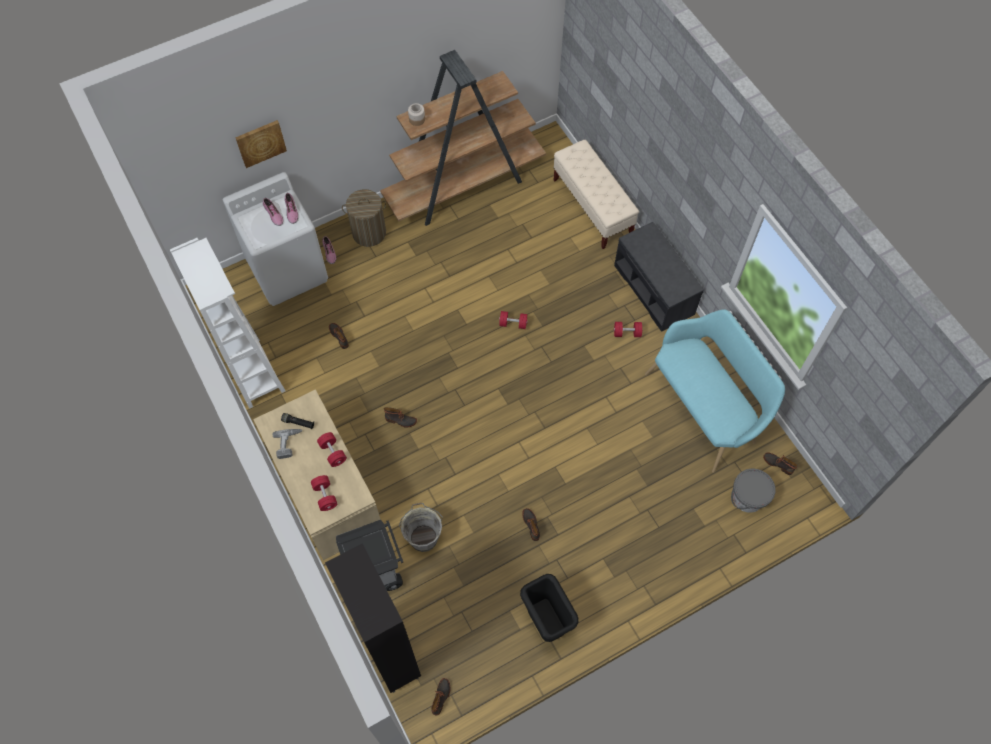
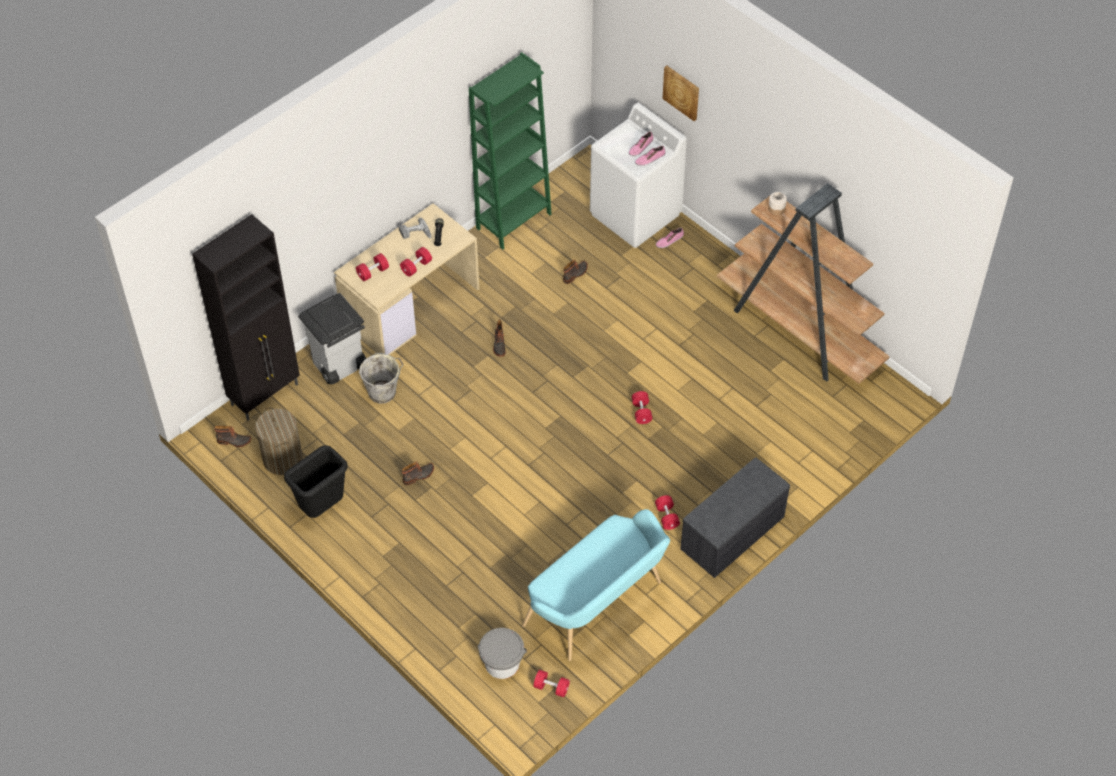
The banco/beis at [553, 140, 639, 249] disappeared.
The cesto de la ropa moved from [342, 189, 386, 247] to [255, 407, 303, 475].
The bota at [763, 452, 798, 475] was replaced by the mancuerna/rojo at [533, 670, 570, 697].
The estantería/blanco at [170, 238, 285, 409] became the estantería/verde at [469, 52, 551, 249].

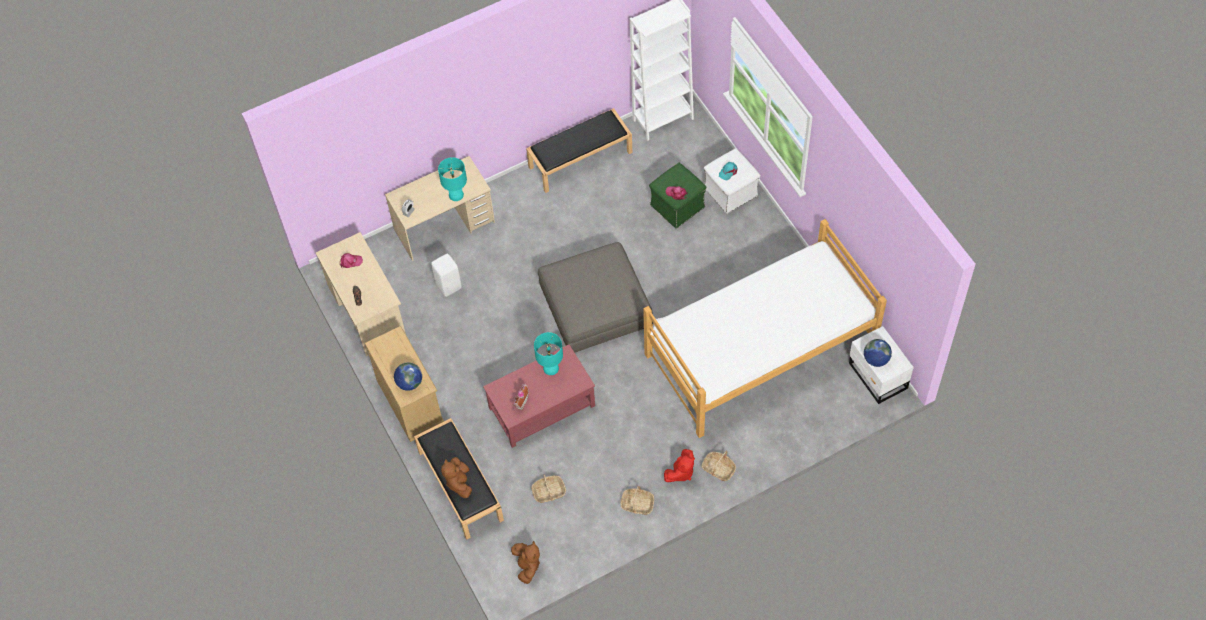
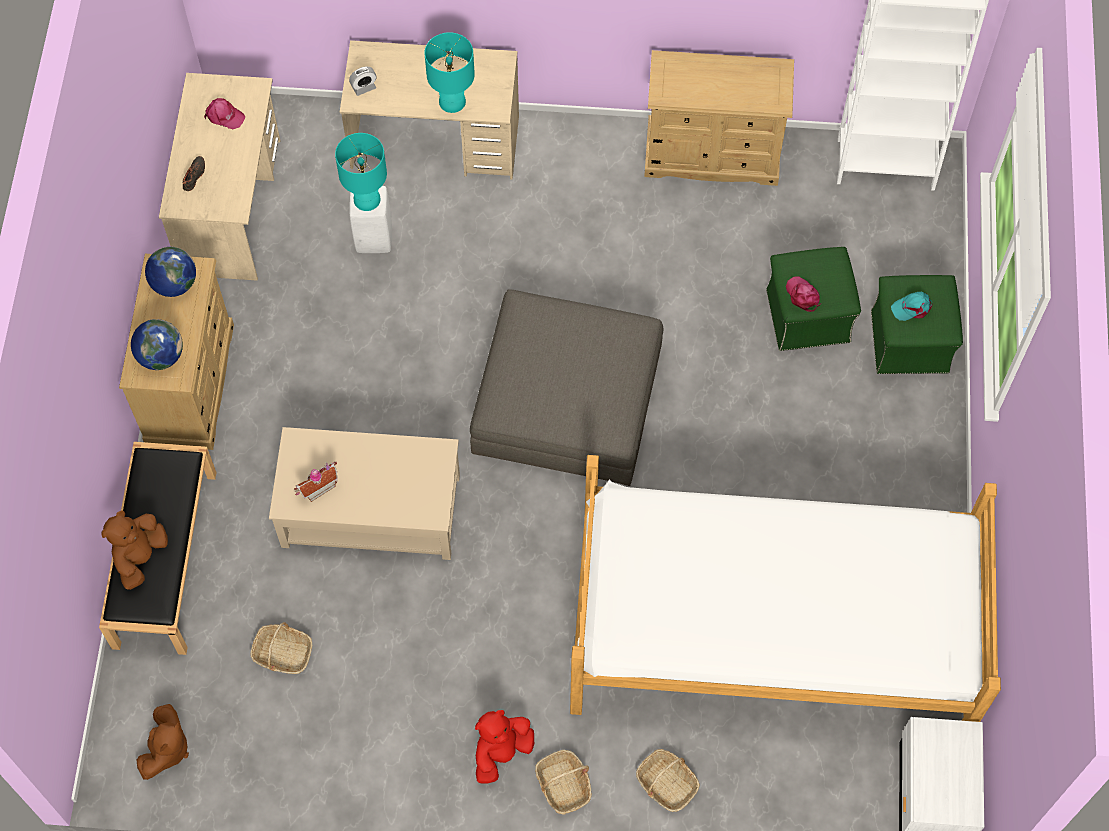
The lámpara de mesa/turquesa moved from [534, 332, 563, 375] to [335, 133, 387, 211].
The cesta moved from [620, 486, 654, 515] to [636, 749, 700, 812].
The globo terráqueo moved from [864, 339, 892, 367] to [145, 247, 196, 297].
The banco/negro at [526, 108, 632, 193] was replaced by the cómoda/beis at [644, 50, 794, 186].
The mesa de centro/rojo at [483, 345, 595, 448] became the mesa de centro/beis at [269, 427, 460, 560].
The puf/blanco at [704, 148, 760, 214] became the puf/verde at [871, 275, 963, 374].
The peluche/rojo at [664, 449, 695, 482] turned 150 degrees clockwise.

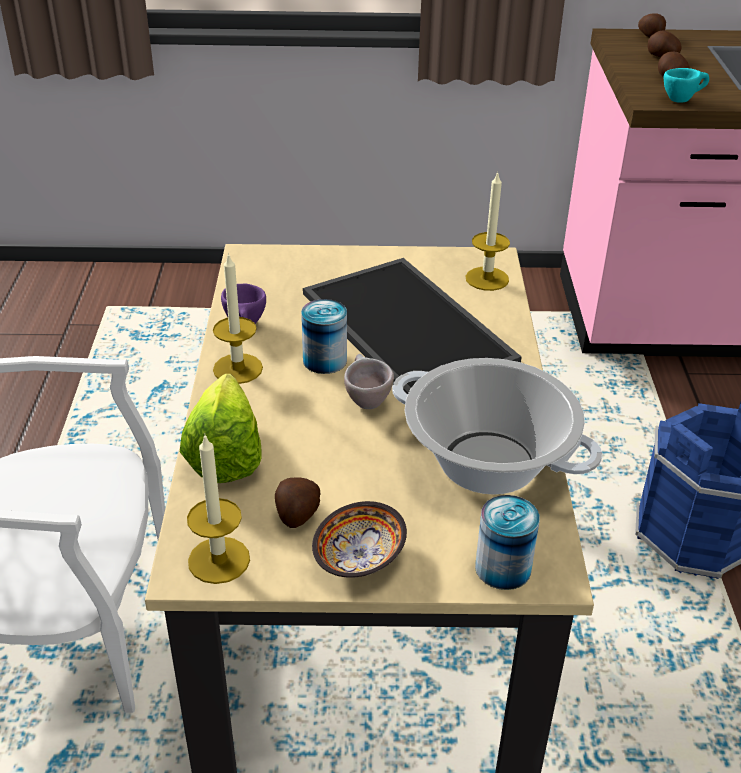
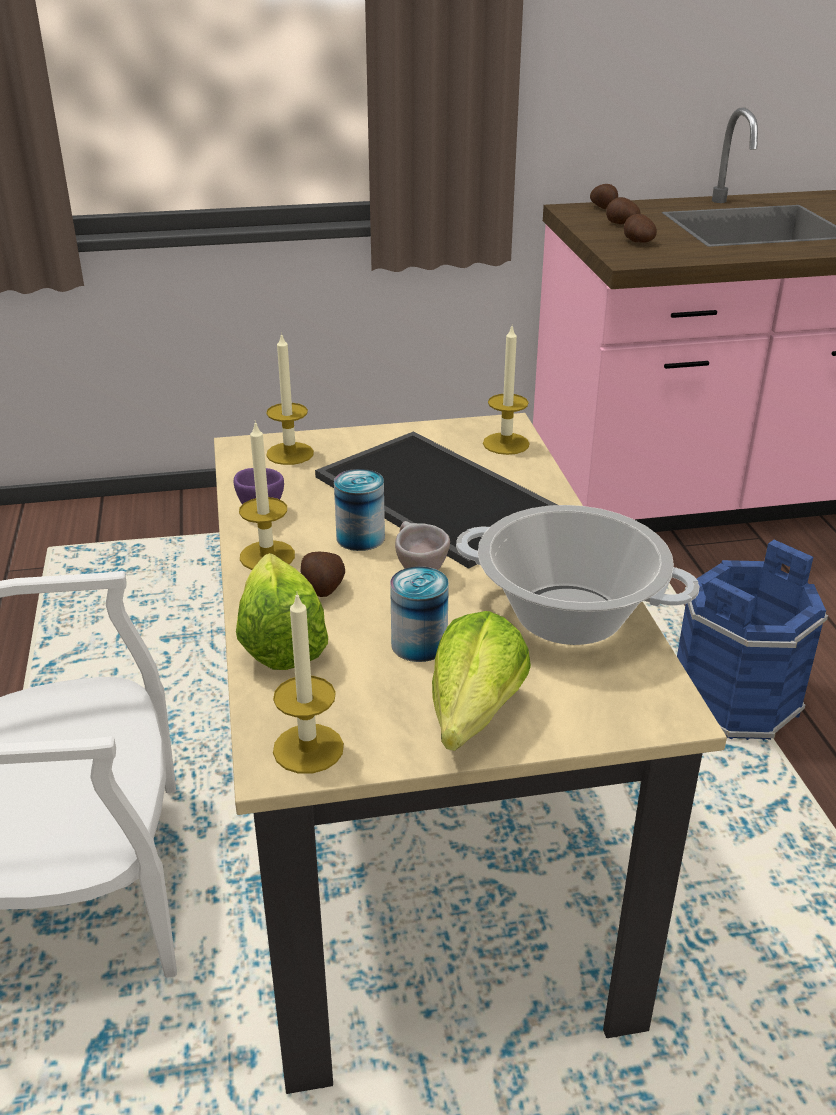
The taza/turquesa at [664, 68, 709, 102] disappeared.
The vela at [266, 332, 314, 465] appeared.
The patata moved from [275, 477, 320, 528] to [300, 552, 345, 597].
The lata moved from [475, 495, 540, 590] to [390, 566, 449, 662].
The cuenco at [312, 501, 407, 578] was replaced by the lechuga at [432, 611, 531, 751].

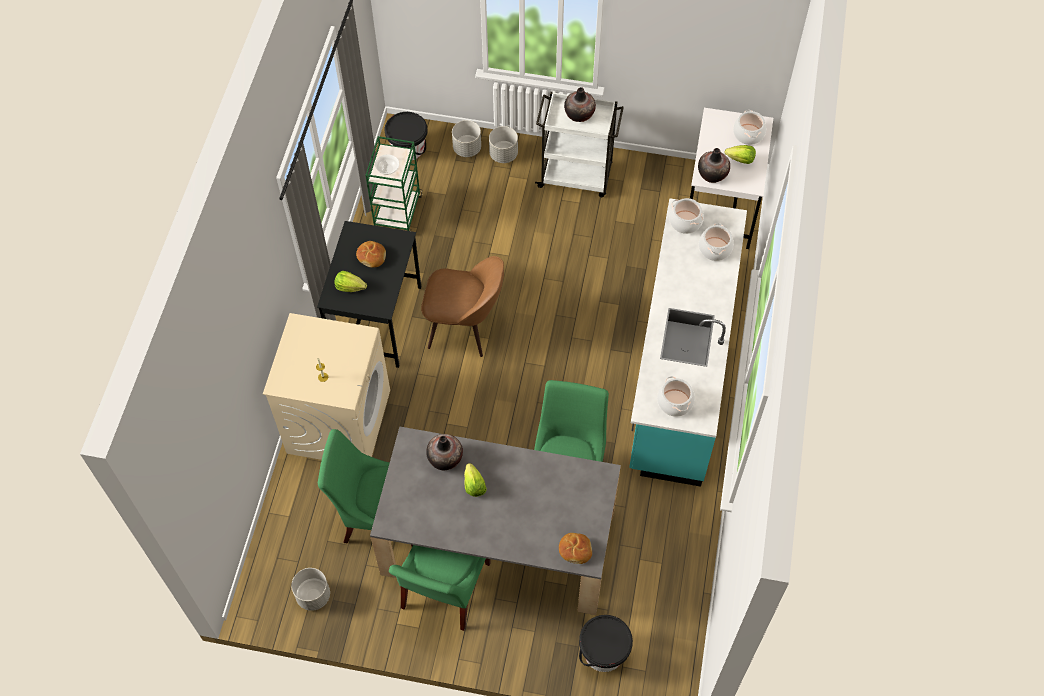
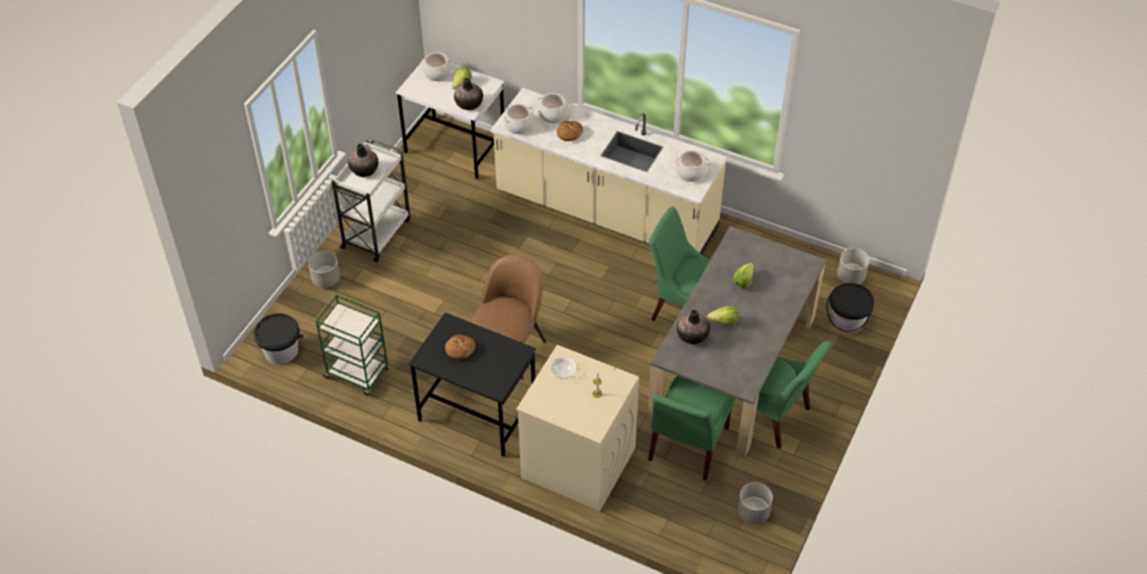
The lechuga moved from [334, 271, 367, 292] to [733, 263, 754, 289].
The cuenco moved from [375, 154, 399, 175] to [550, 357, 576, 379].
The maceta/gris moved from [452, 120, 481, 157] to [837, 248, 869, 284].
The pan moved from [559, 533, 592, 564] to [557, 121, 583, 141].
The mueble bajo de cocina/turquesa at [629, 198, 747, 487] became the mueble bajo de cocina/beis at [490, 88, 728, 254].

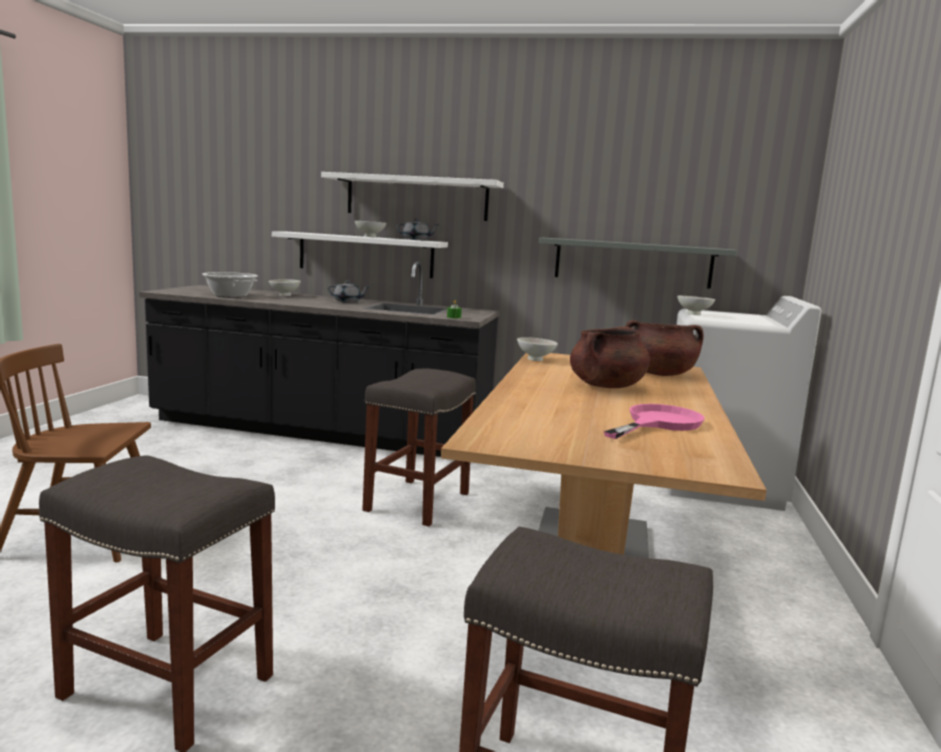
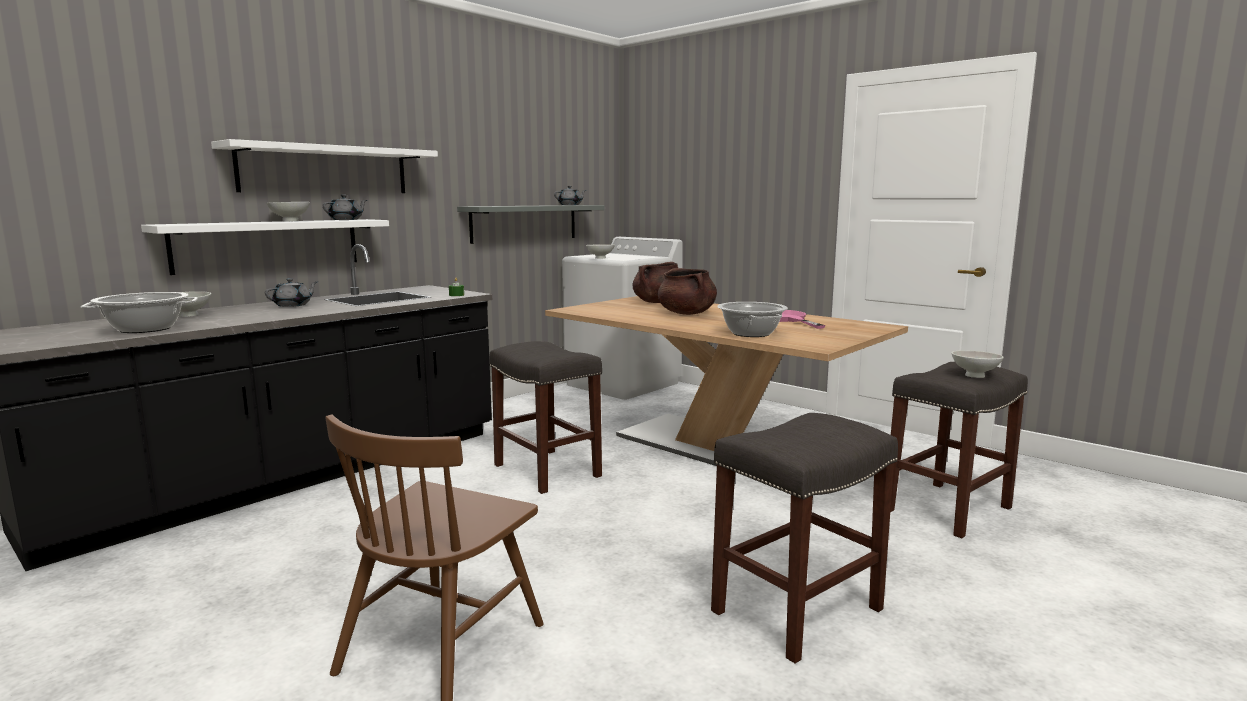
The tetera/gris at [554, 186, 586, 205] appeared.
The olla at [717, 302, 788, 337] appeared.
The cuenco/blanco moved from [517, 337, 558, 361] to [951, 350, 1004, 378].

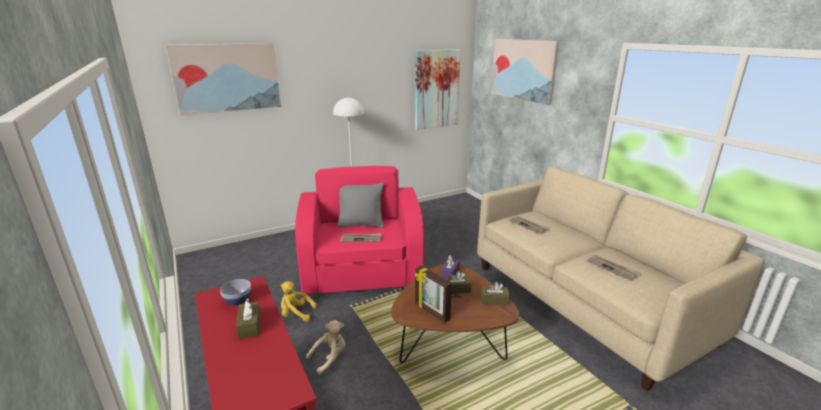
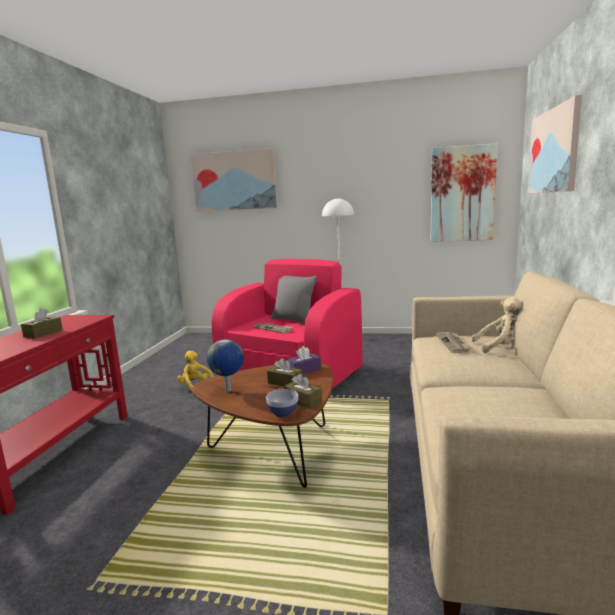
The periódico at [586, 255, 641, 281] disappeared.
The cuenco moved from [220, 279, 251, 306] to [266, 389, 298, 417].
The peluche/beis moved from [306, 320, 345, 374] to [472, 297, 522, 353].
The portarretratos at [414, 266, 452, 323] was replaced by the globo terráqueo at [207, 339, 244, 392].

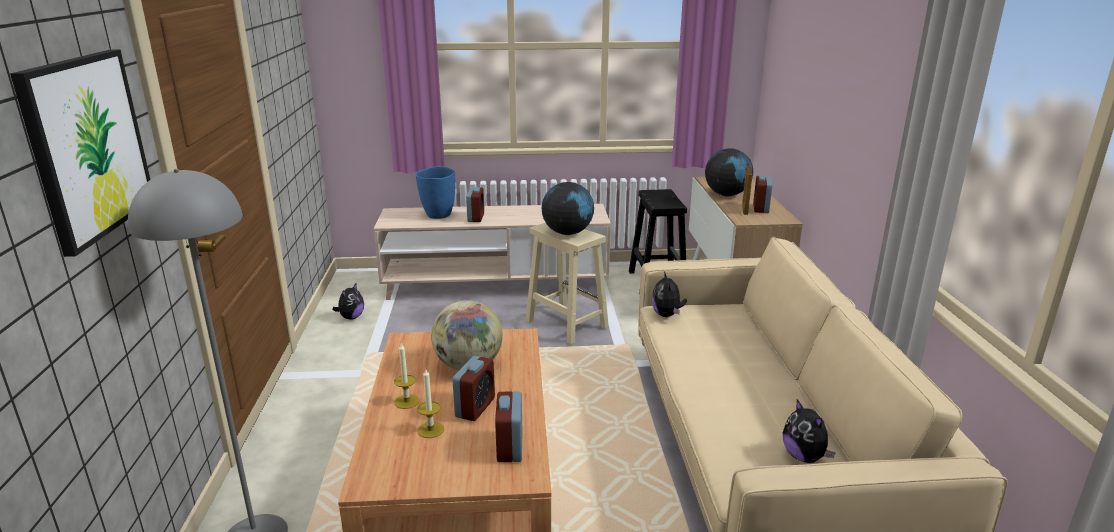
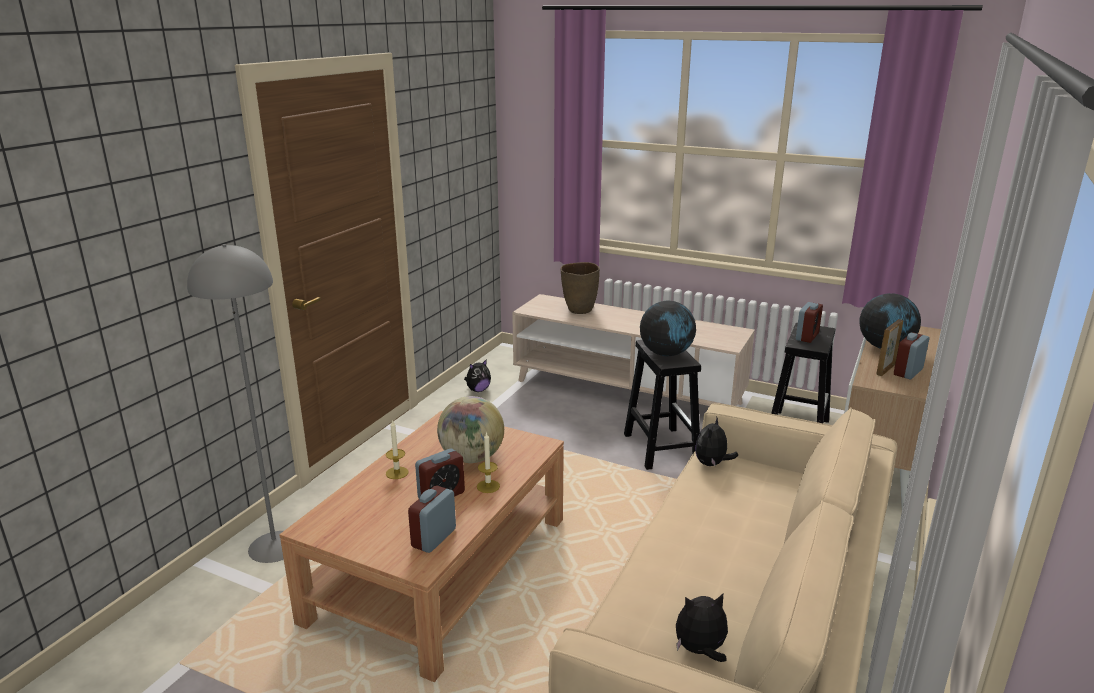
The cuadro at [10, 49, 151, 257] disappeared.
The vela moved from [417, 369, 444, 438] to [477, 432, 500, 493].
The despertador moved from [466, 187, 484, 222] to [796, 302, 823, 343].
The florero/azul at [415, 166, 455, 219] became the florero/marrón at [561, 262, 600, 314].
The taburete/beis at [525, 223, 609, 345] became the taburete/negro at [624, 340, 701, 470].
The peluche at [783, 399, 836, 463] turned 75 degrees clockwise.

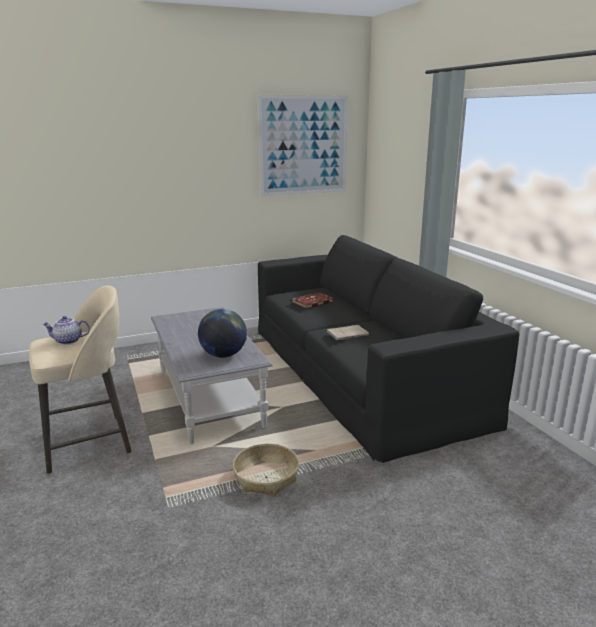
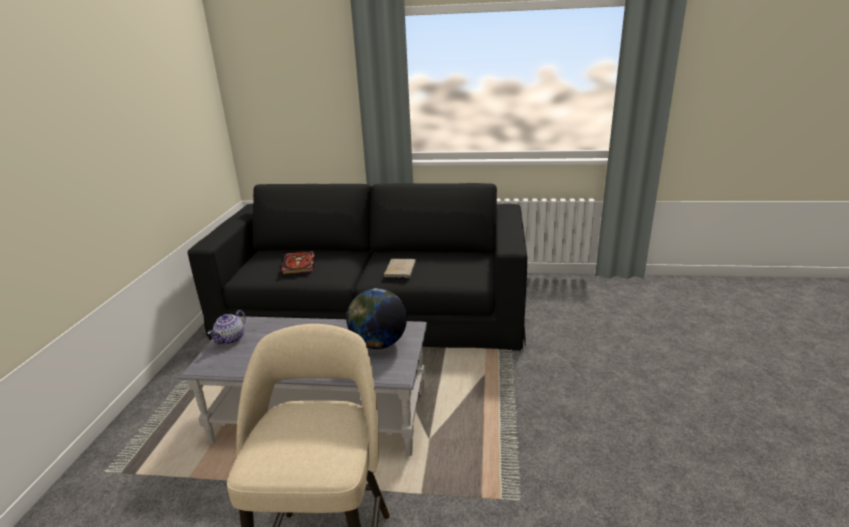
The cesta at [233, 444, 299, 496] disappeared.
The cuadro at [258, 95, 348, 196] disappeared.
The tetera moved from [43, 316, 90, 345] to [208, 310, 246, 345].

